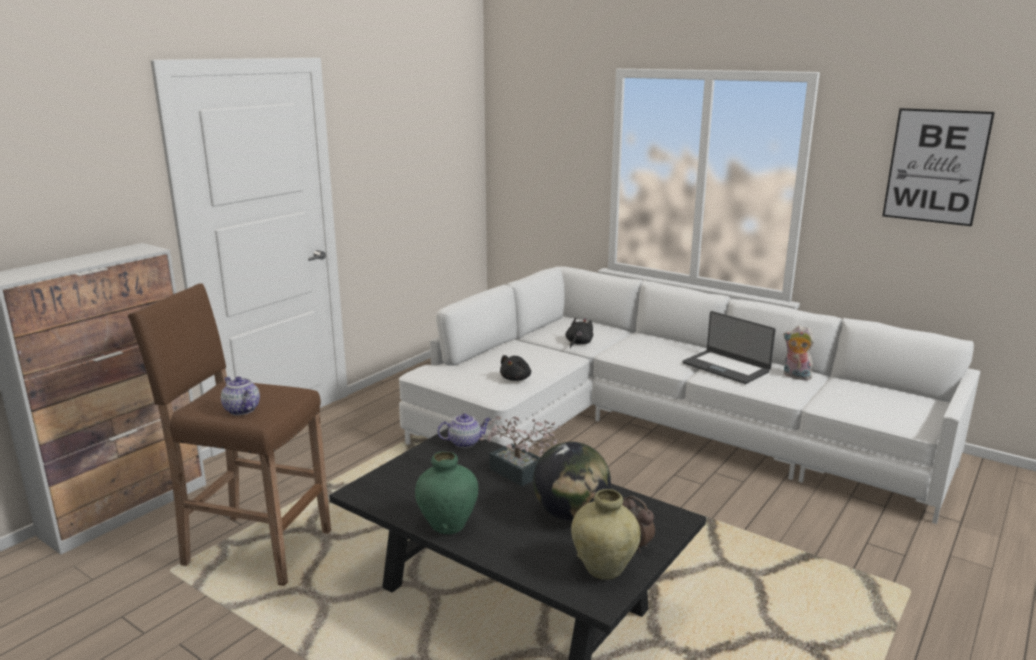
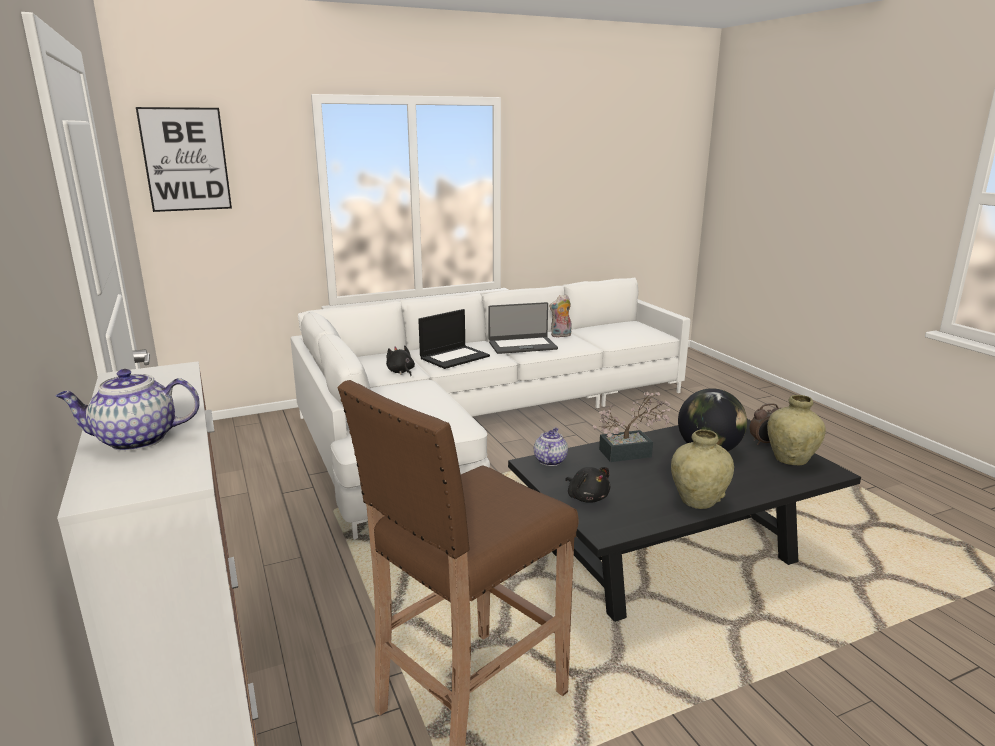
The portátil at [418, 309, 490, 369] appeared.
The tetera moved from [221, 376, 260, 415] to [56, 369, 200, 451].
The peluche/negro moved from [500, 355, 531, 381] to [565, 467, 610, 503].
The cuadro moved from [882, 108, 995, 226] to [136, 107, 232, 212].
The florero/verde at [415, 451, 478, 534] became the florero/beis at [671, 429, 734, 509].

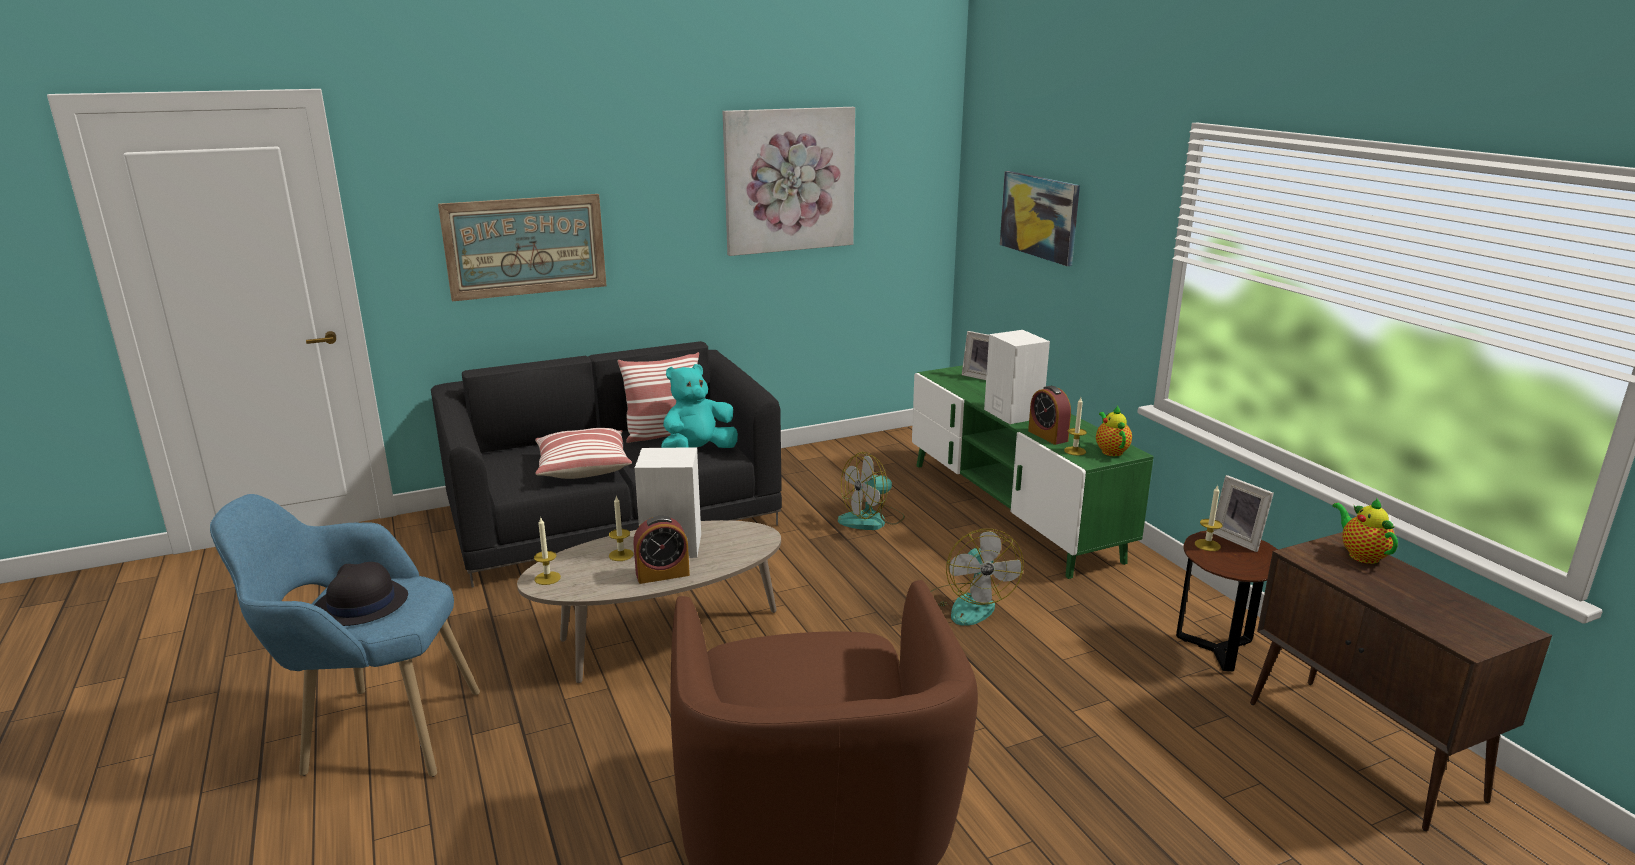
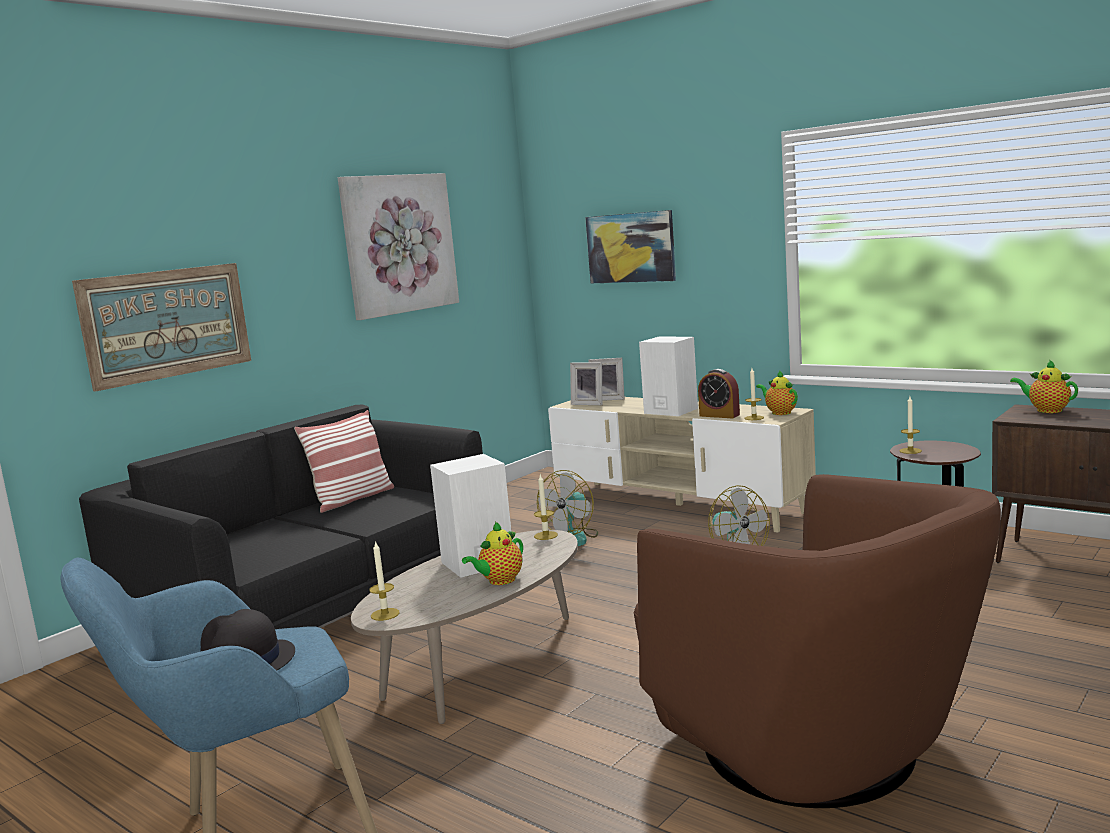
The cojín at [535, 428, 632, 479] disappeared.
The peluche/turquesa at [661, 364, 738, 448] disappeared.
The vela moved from [609, 496, 634, 561] to [534, 475, 558, 540].
The portarretratos moved from [1213, 475, 1274, 552] to [570, 362, 603, 405].
The despertador at [633, 516, 690, 584] was replaced by the tetera at [462, 522, 523, 585].
The mueble de televisión/verde at [912, 365, 1154, 579] became the mueble de televisión/beis at [548, 397, 816, 533].

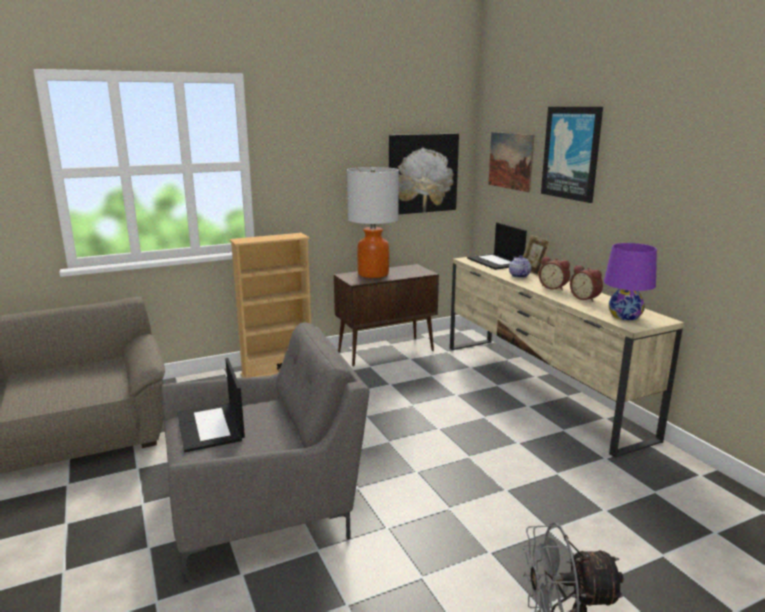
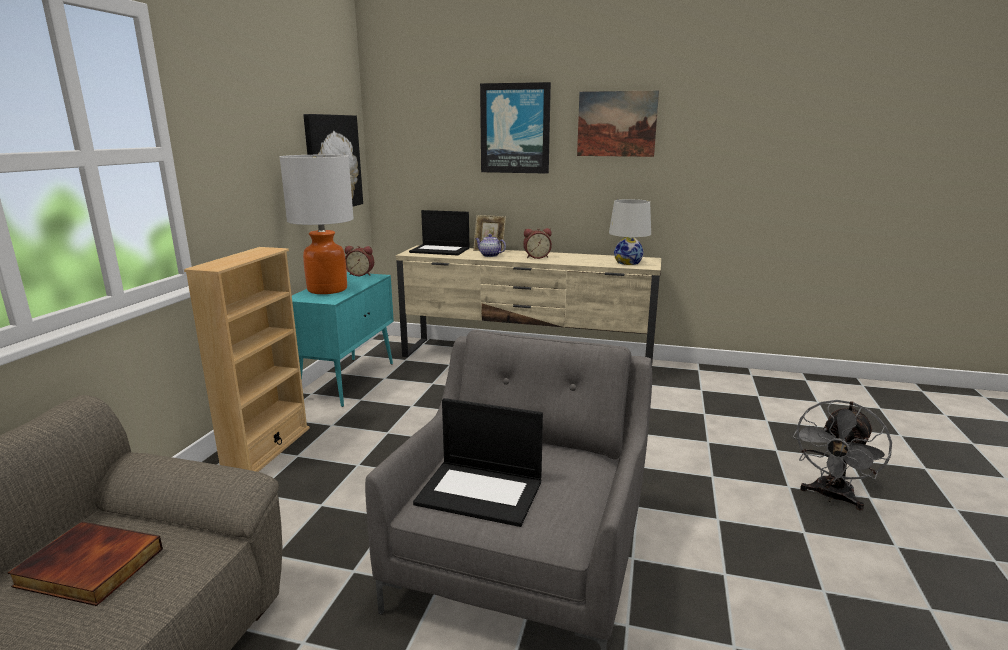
The libro at [8, 522, 163, 606] appeared.
The cuadro moved from [488, 132, 534, 192] to [577, 91, 659, 157].
The despertador moved from [570, 265, 603, 302] to [345, 246, 374, 276].
The armario/marrón at [334, 264, 439, 366] became the armario/turquesa at [292, 272, 394, 407].
The lámpara de mesa/morado at [604, 243, 657, 320] became the lámpara de mesa/blanco at [609, 199, 651, 265].

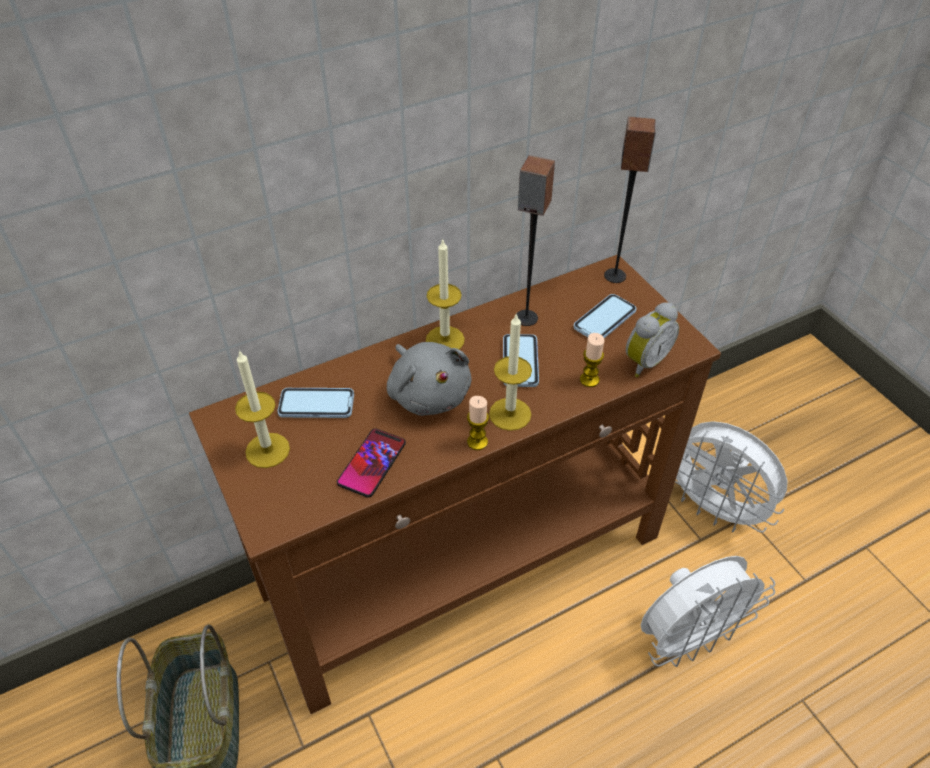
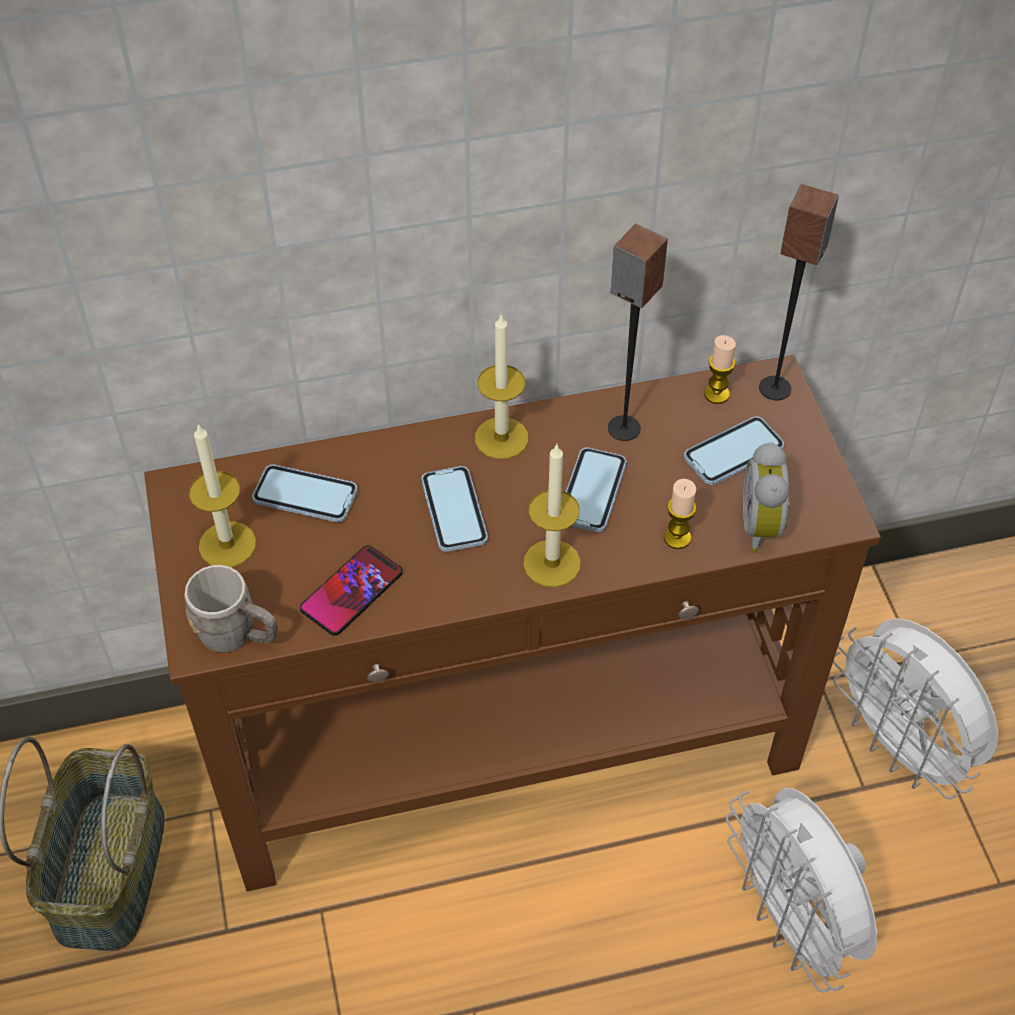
The taza grande/gris at [184, 565, 278, 653] appeared.
The vela moved from [467, 396, 489, 450] to [704, 335, 736, 404].
The peluche/gris at [387, 342, 471, 416] was replaced by the móvil at [422, 466, 488, 552].
The despertador at [626, 302, 679, 377] turned 120 degrees clockwise.
The ventilador/blanco at [641, 556, 775, 667] turned 75 degrees clockwise.

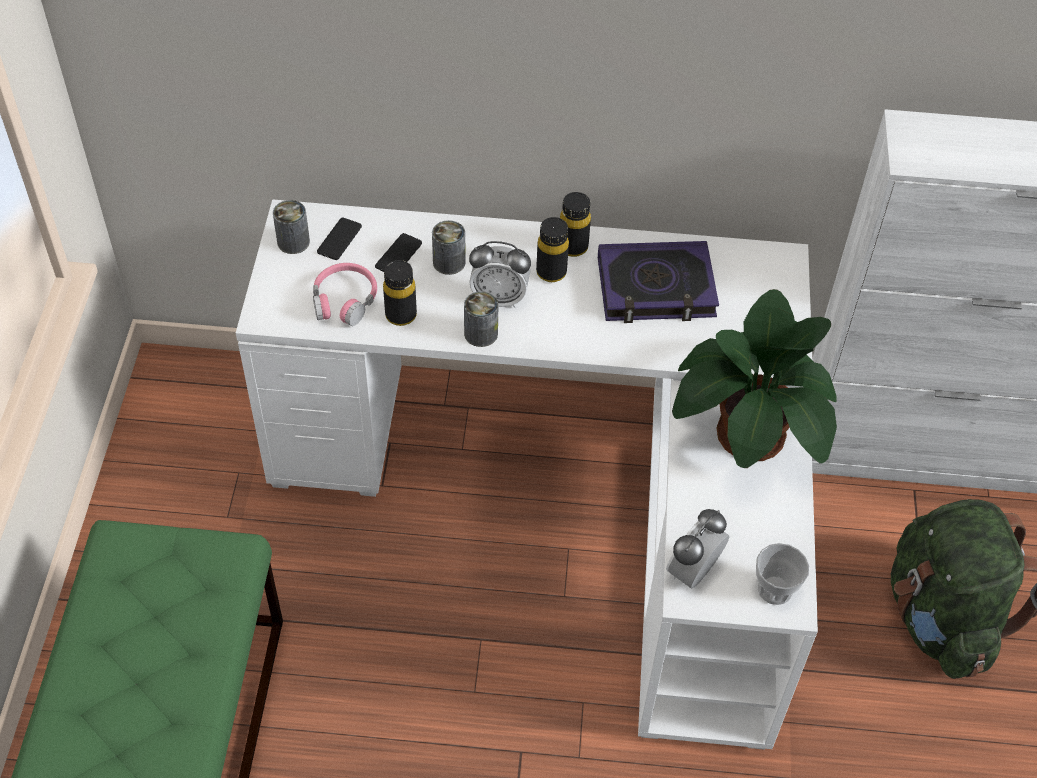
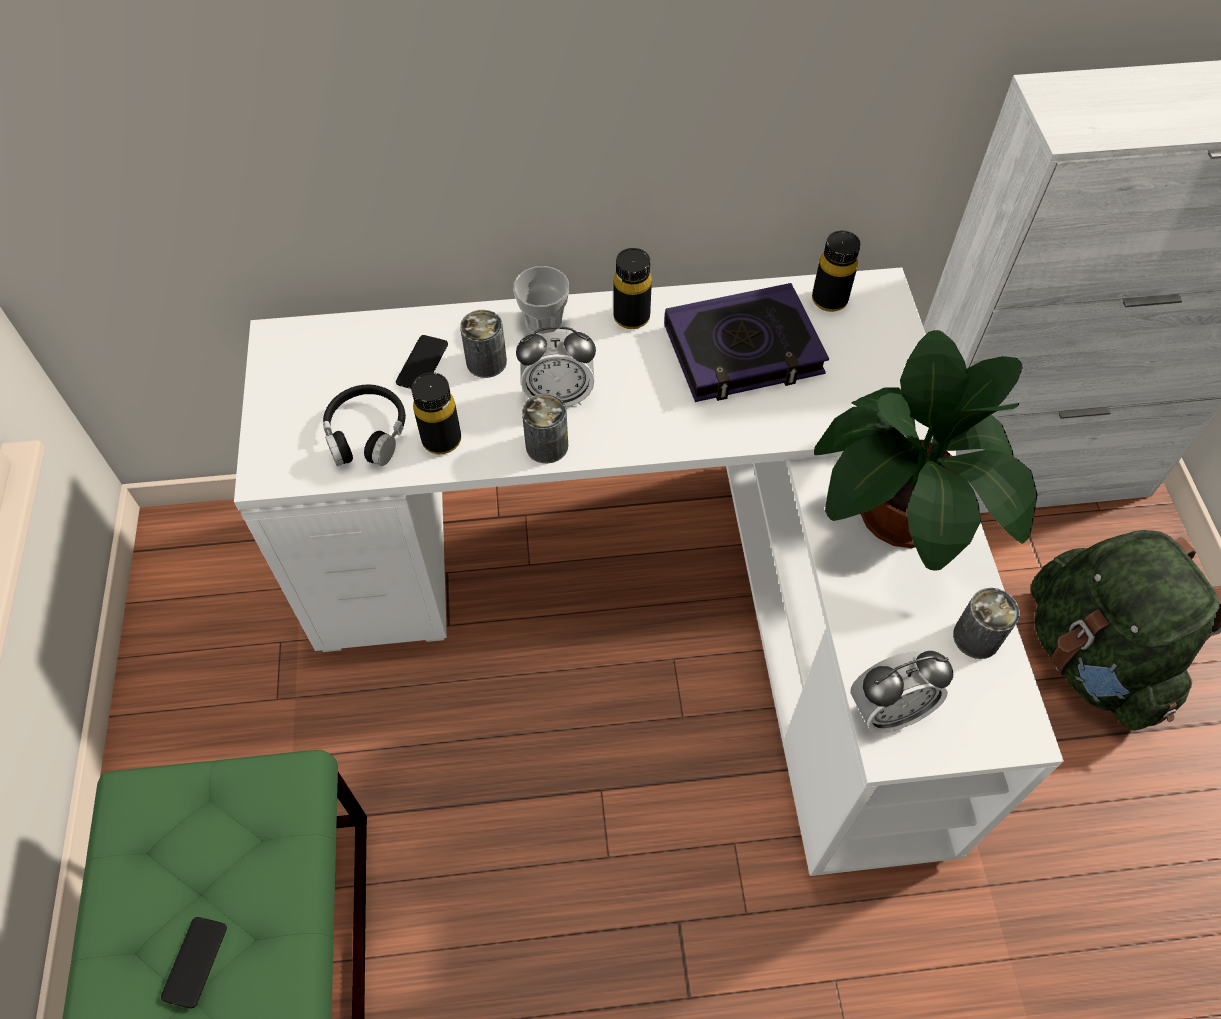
The lata moved from [273, 200, 310, 254] to [953, 588, 1020, 659].
The móvil moved from [317, 217, 362, 260] to [161, 917, 227, 1008].
The botella/negro moved from [536, 217, 569, 282] to [812, 231, 861, 312].
The taza moved from [756, 543, 809, 605] to [513, 266, 569, 334].
The auriculares/rosa at [313, 263, 377, 326] became the auriculares/negro at [323, 385, 406, 466].
The despertador at [666, 509, 729, 588] turned 135 degrees counterclockwise.

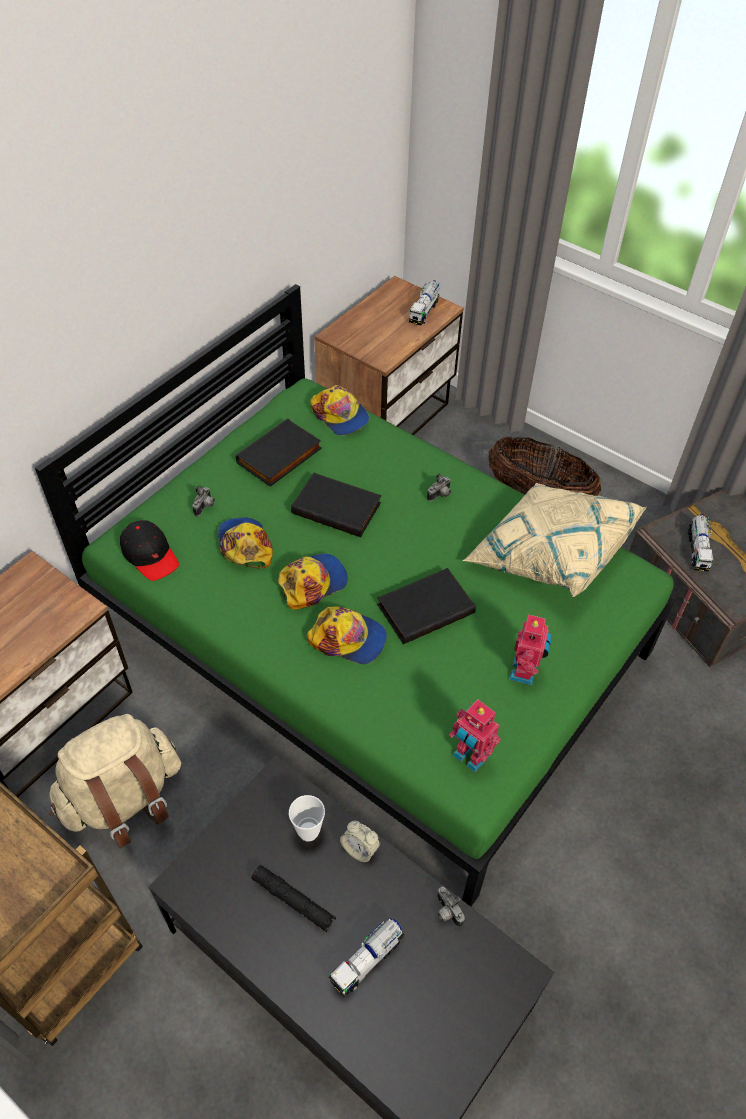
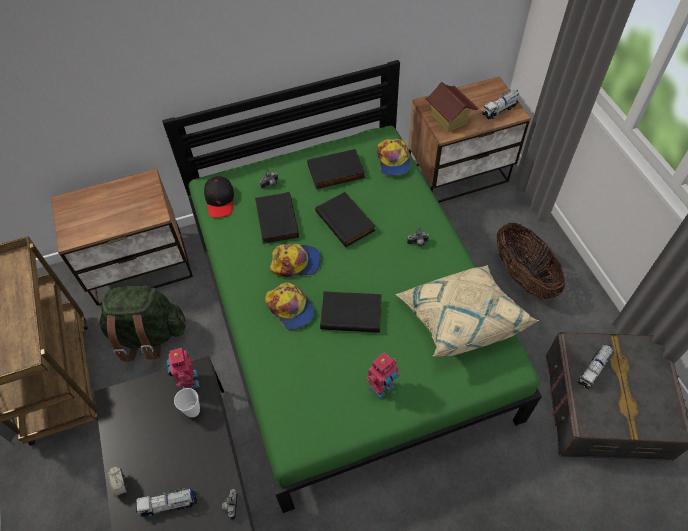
The linterna/negro at [251, 865, 336, 932] disappeared.
The casita at [425, 82, 478, 132] appeared.
The despertador moved from [340, 821, 380, 862] to [108, 467, 127, 497].
The robot de juguete moved from [449, 699, 501, 772] to [167, 347, 200, 389].
The gorra at [218, 517, 273, 568] was replaced by the libro/negro at [255, 192, 299, 244].
The mochila/beis at [49, 714, 181, 848] became the mochila/verde at [99, 286, 186, 362].

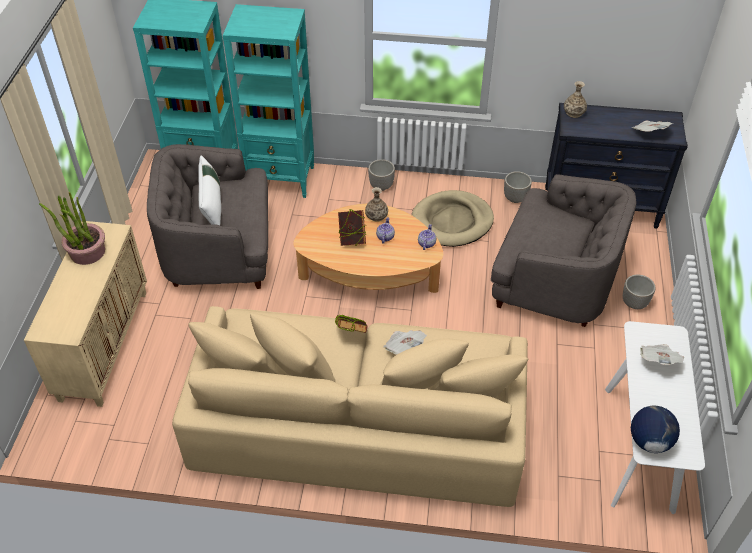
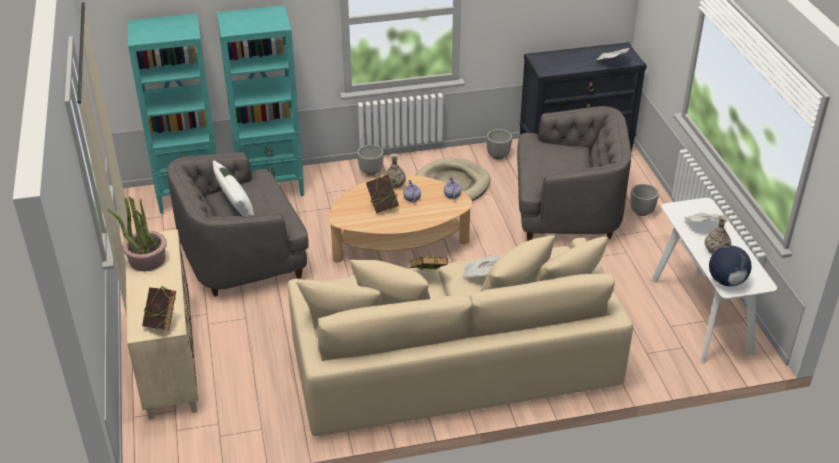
The libro at [142, 286, 176, 330] appeared.
The florero moved from [564, 81, 587, 118] to [705, 216, 731, 254].

